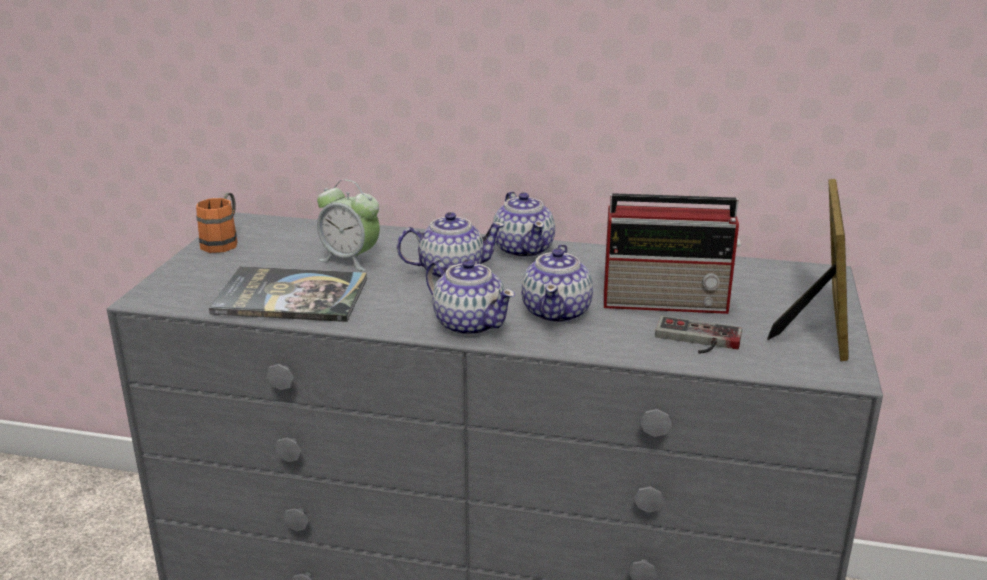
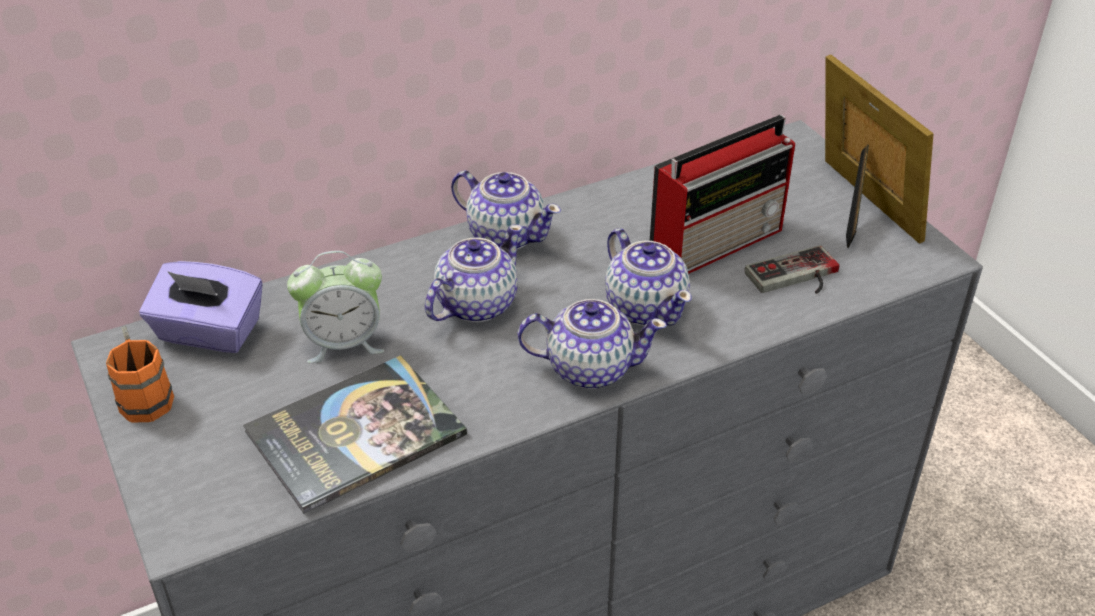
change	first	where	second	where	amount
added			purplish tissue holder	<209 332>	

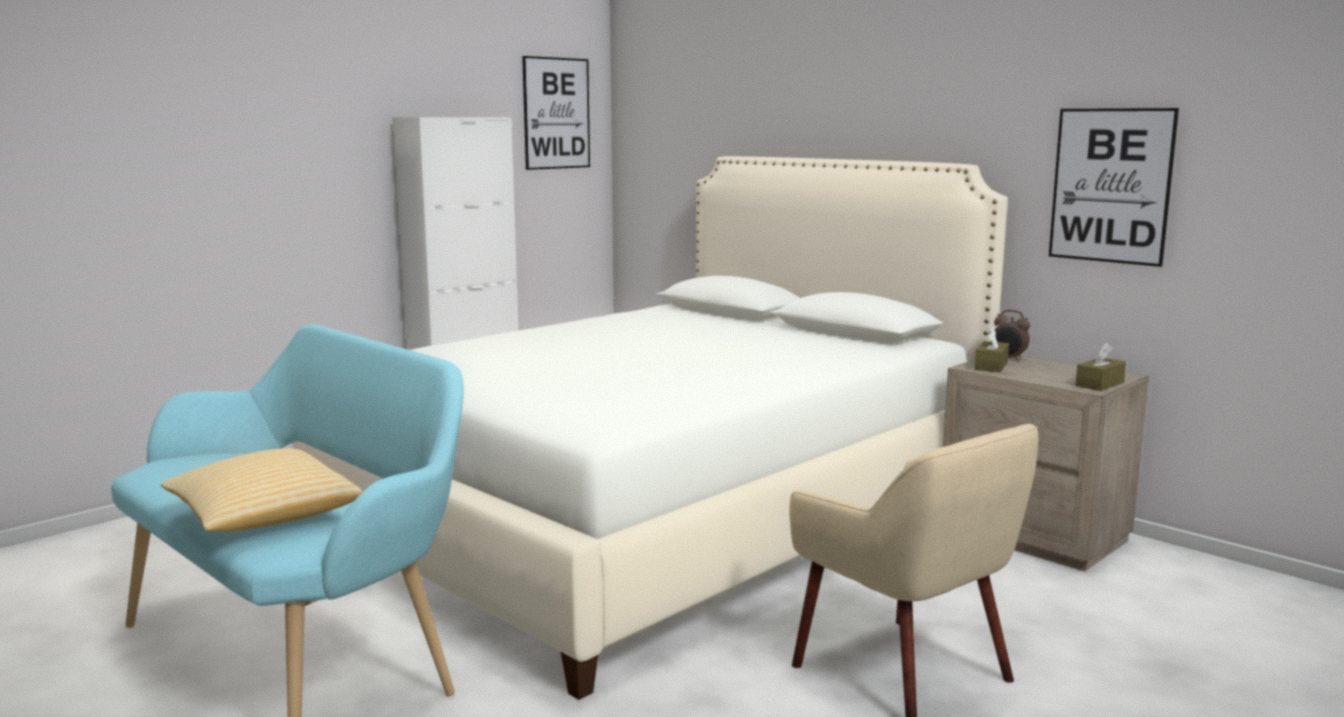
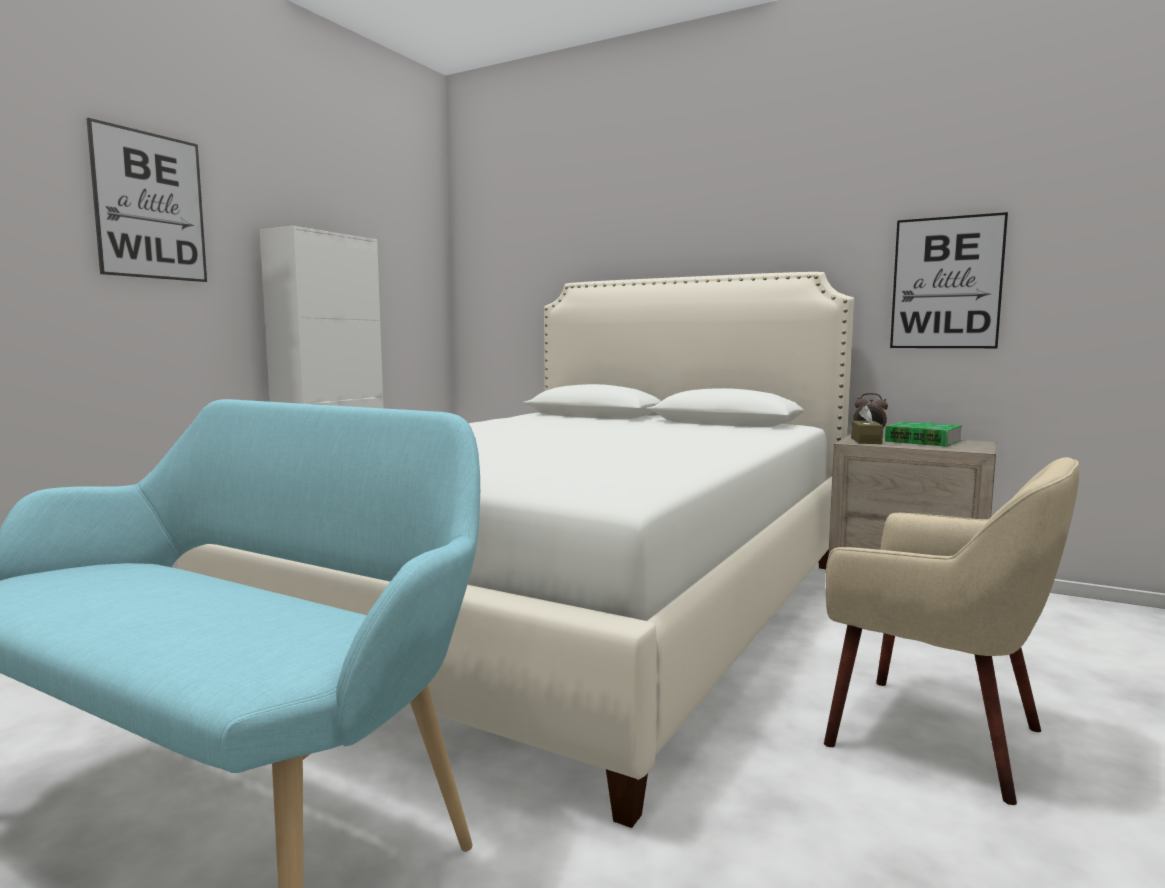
change	first	where	second	where	amount
removed	throw pillow	<263 518>			
removed	brownish tissue holder	<1099 384>			
added			bound book	<923 441>	
moved	picture	<556 113>		<150 206>	

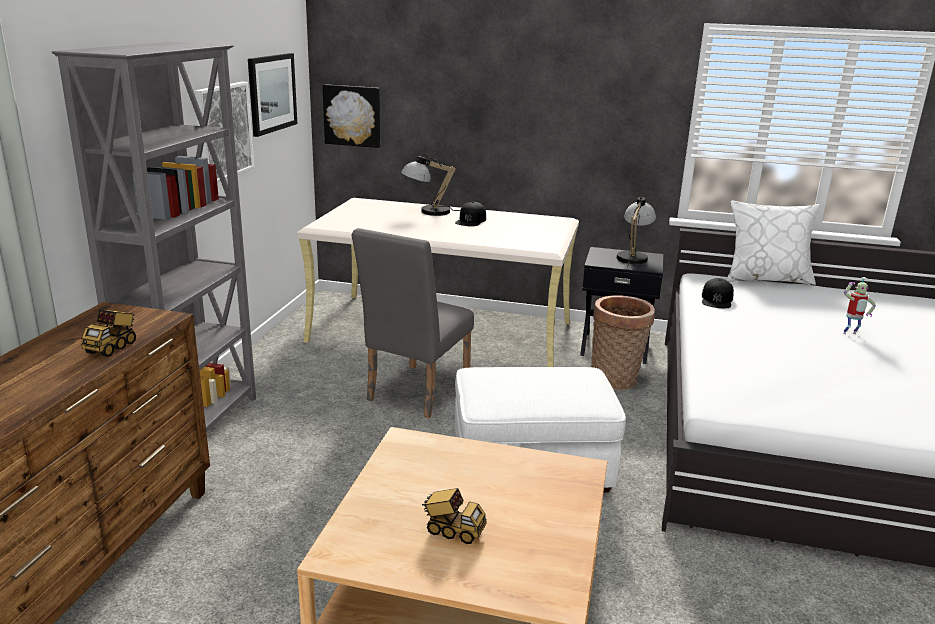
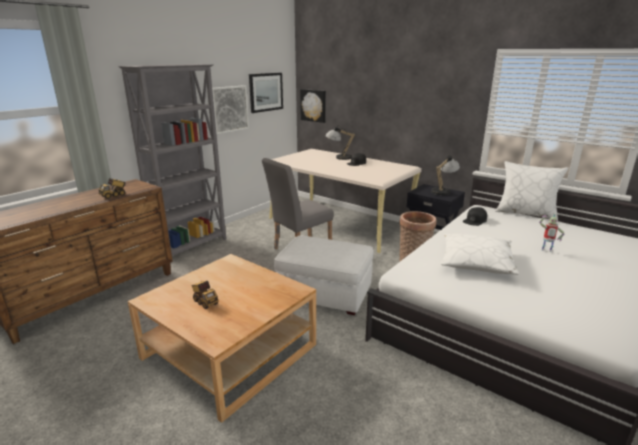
change	first	where	second	where	amount
added			whitish throw pillow	<476 262>	

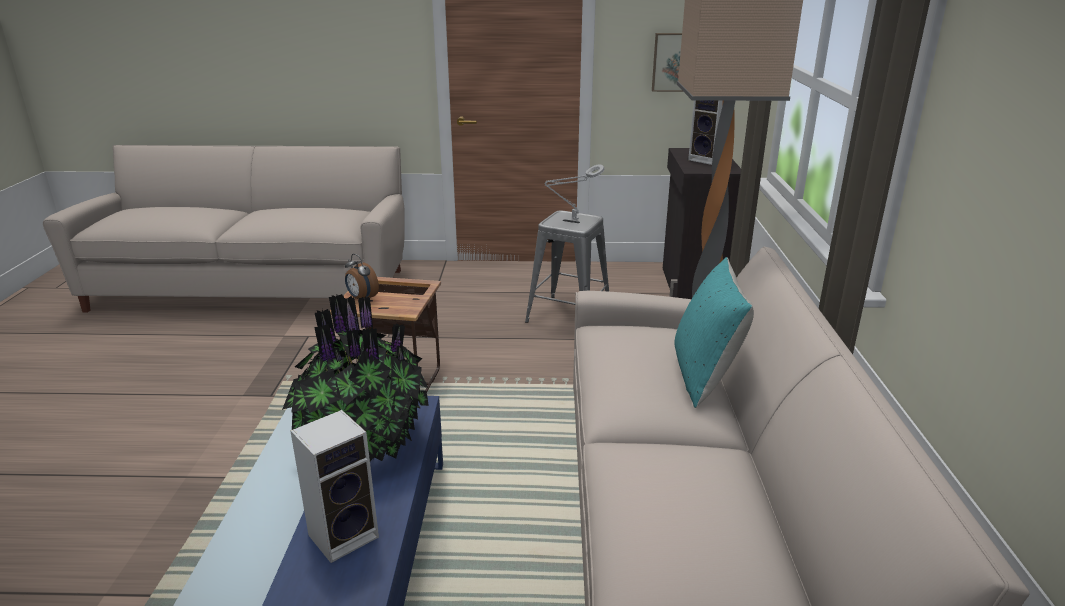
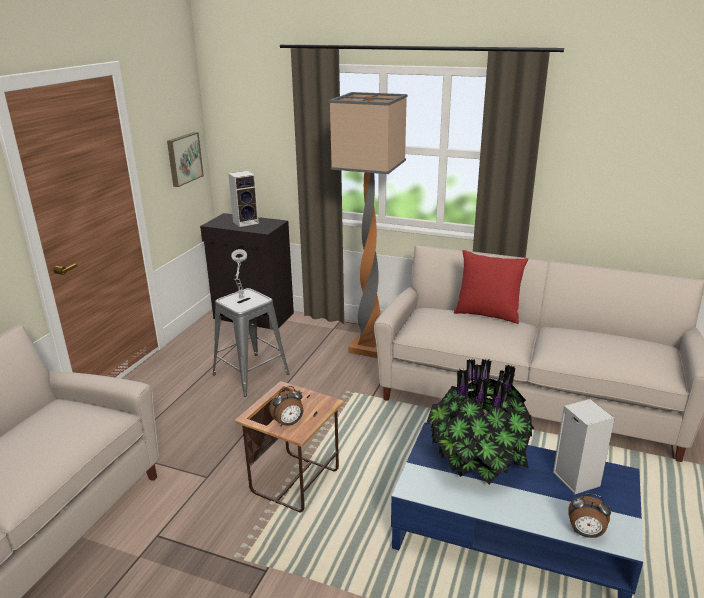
change	first	where	second	where	amount
added			alarm clock	<585 533>	
recoloured	turquoise-coloured throw pillow	<705 377>	red-coloured throw pillow	<487 314>	

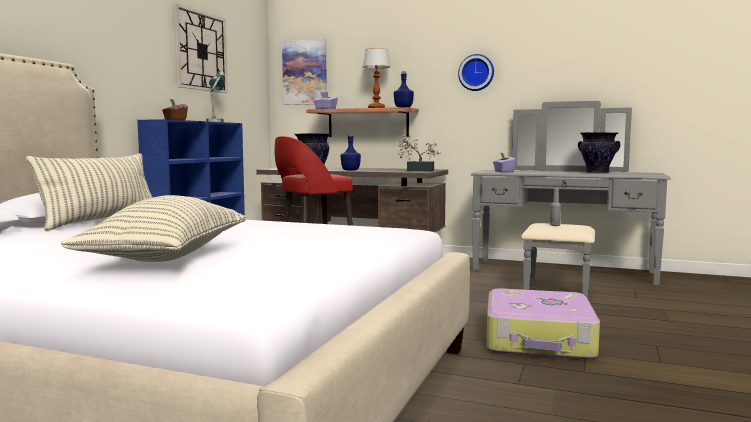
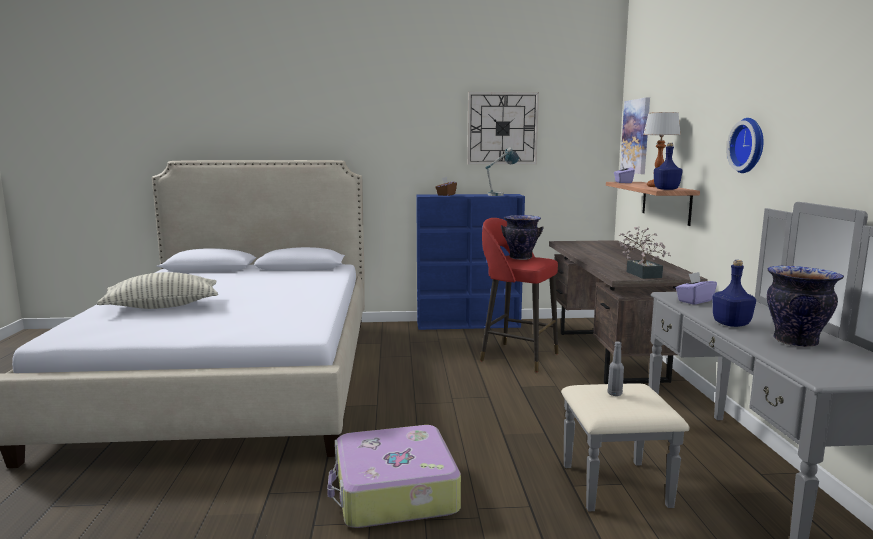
change	first	where	second	where	amount
removed	throw pillow	<101 221>			
moved	blue-coloured drink bottle	<350 170>		<730 324>	

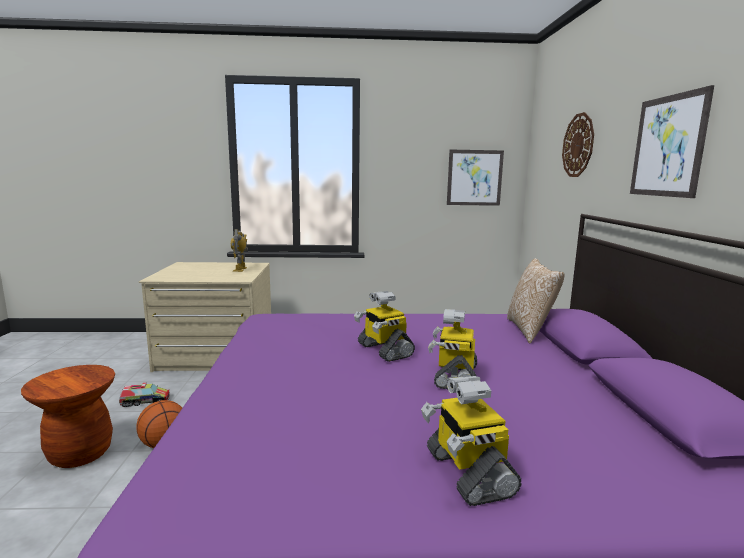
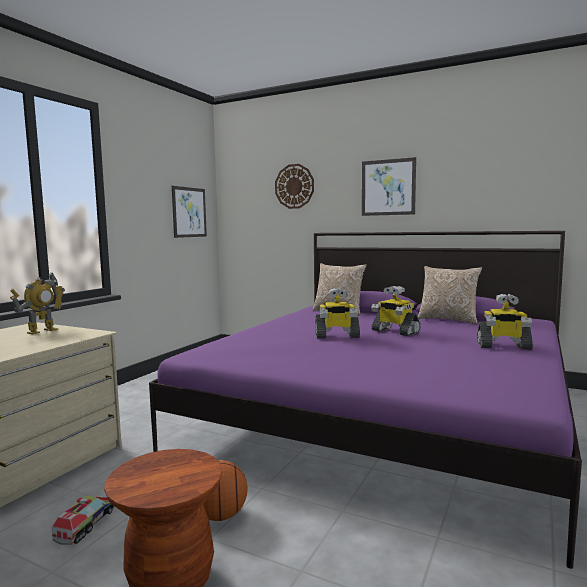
change	first	where	second	where	amount
added			throw pillow	<448 320>	
turned	robot figure	<240 269>		<42 331>	90 degrees counterclockwise

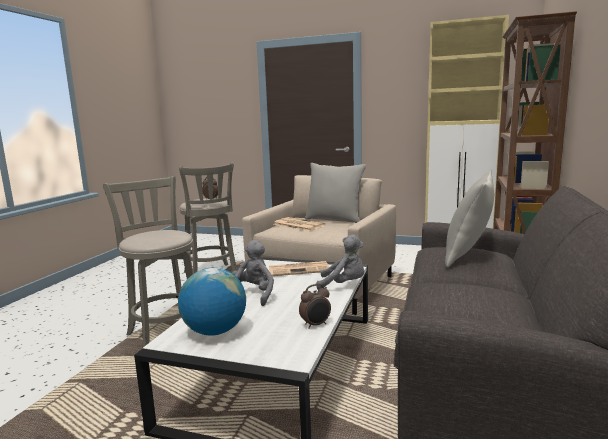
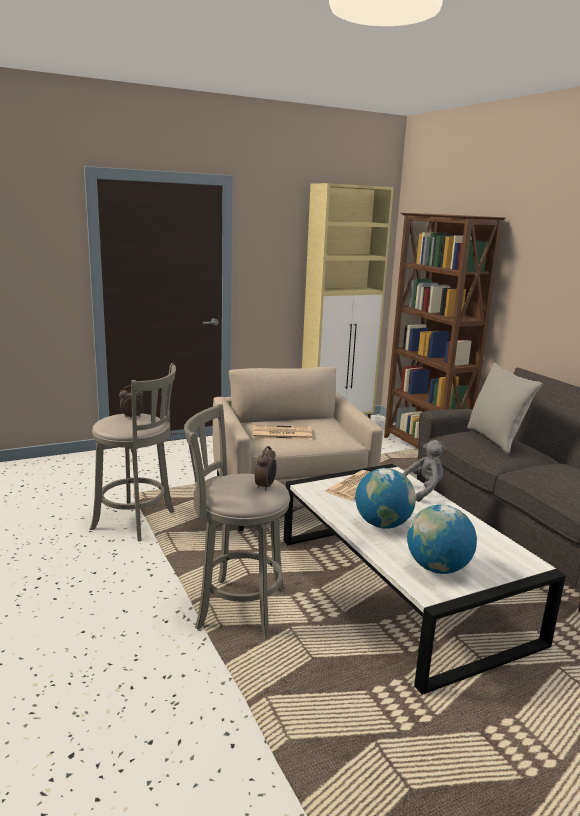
change	first	where	second	where	amount
removed	gray throw pillow	<334 220>			
moved	alarm clock	<316 325>		<265 487>	
replaced	gray soft toy	<253 295>	world globe	<383 524>	

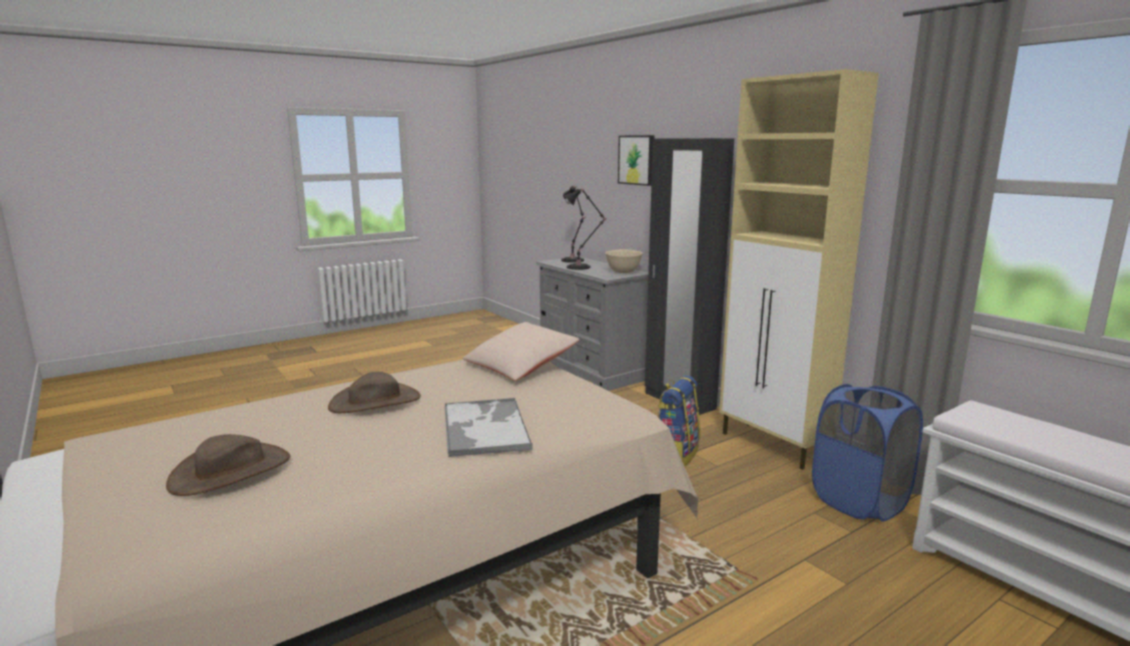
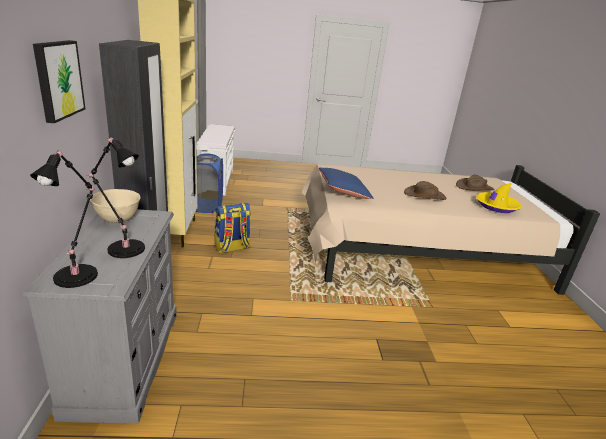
change	first	where	second	where	amount
removed	serving tray	<485 427>			
added			yellow-coloured clothing hat	<496 206>	
recoloured	beige throw pillow	<520 366>	blue-coloured throw pillow	<343 192>	

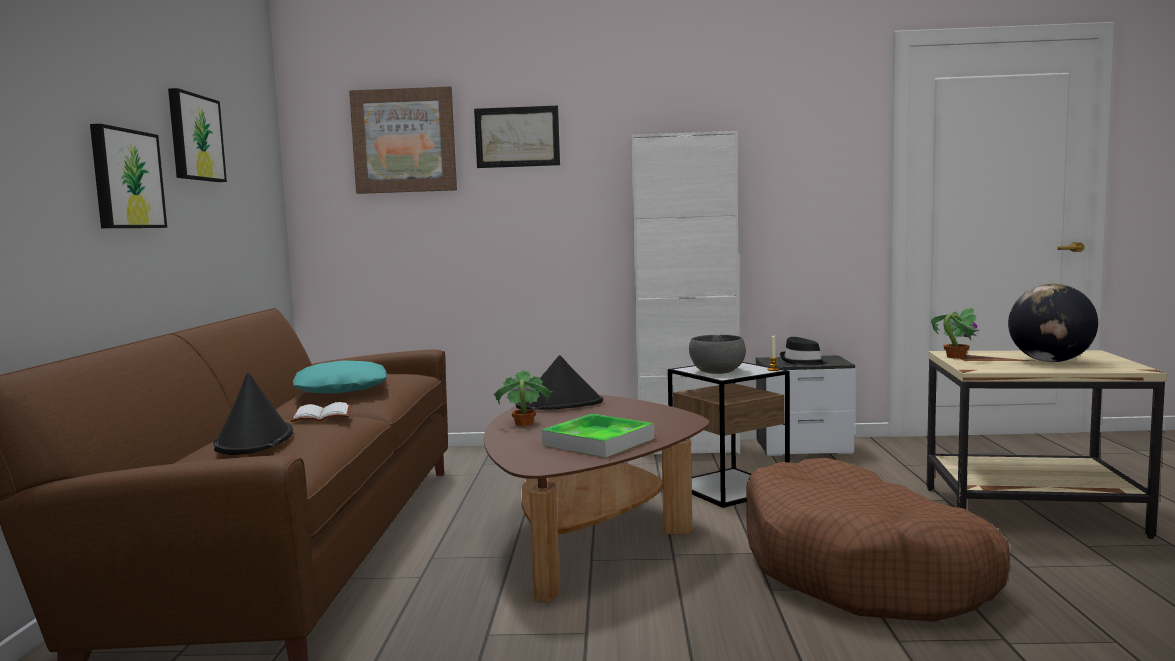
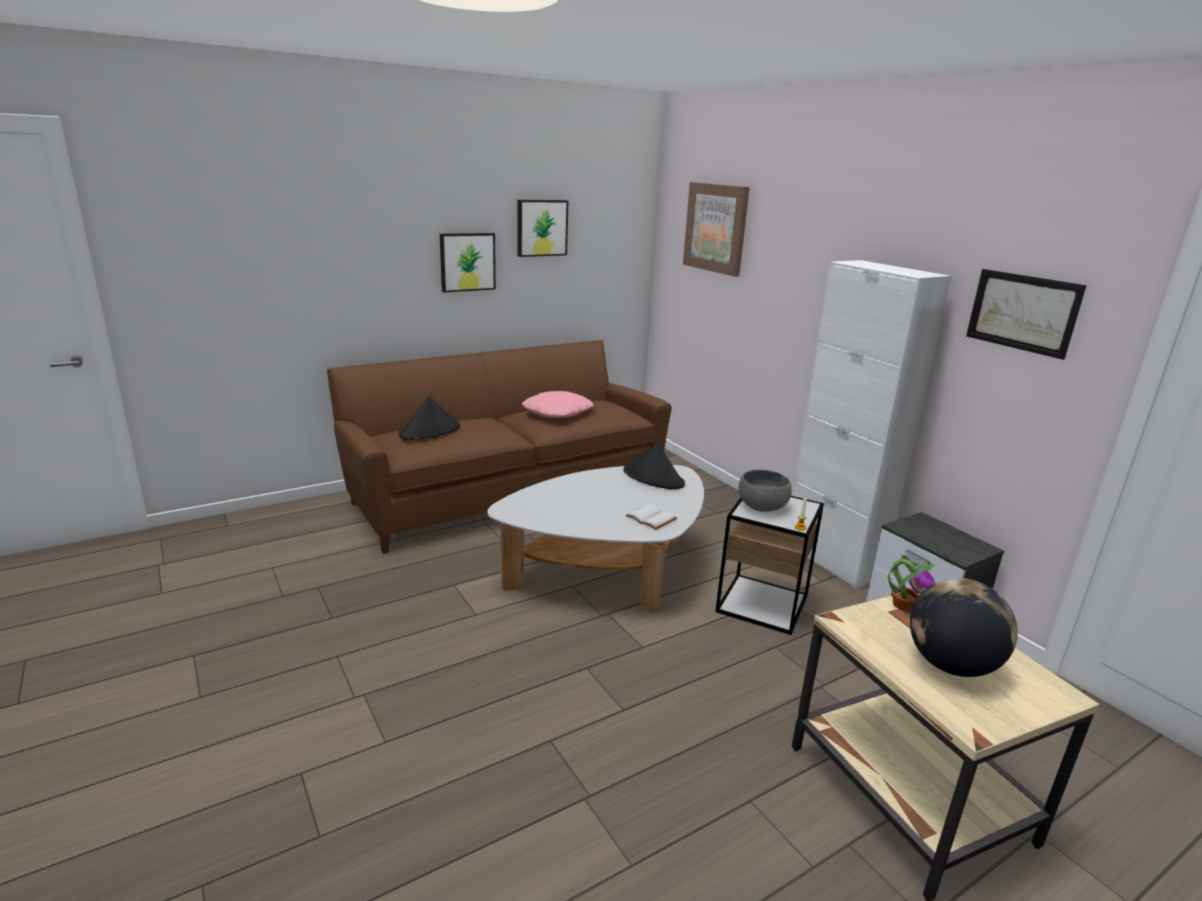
change	first	where	second	where	amount
removed	plant in a pot	<523 424>			
removed	serving tray	<598 442>			
removed	brownish pet bed	<862 570>			
removed	blackish clothing hat	<803 362>			
moved	whitish bound book	<323 415>		<652 518>	
moved	picture	<517 137>		<1022 312>	
recoloured	turquoise-coloured throw pillow	<340 389>	pink-coloured throw pillow	<557 412>	
recoloured	brownish lounge table	<588 535>	whitish lounge table	<608 572>	

